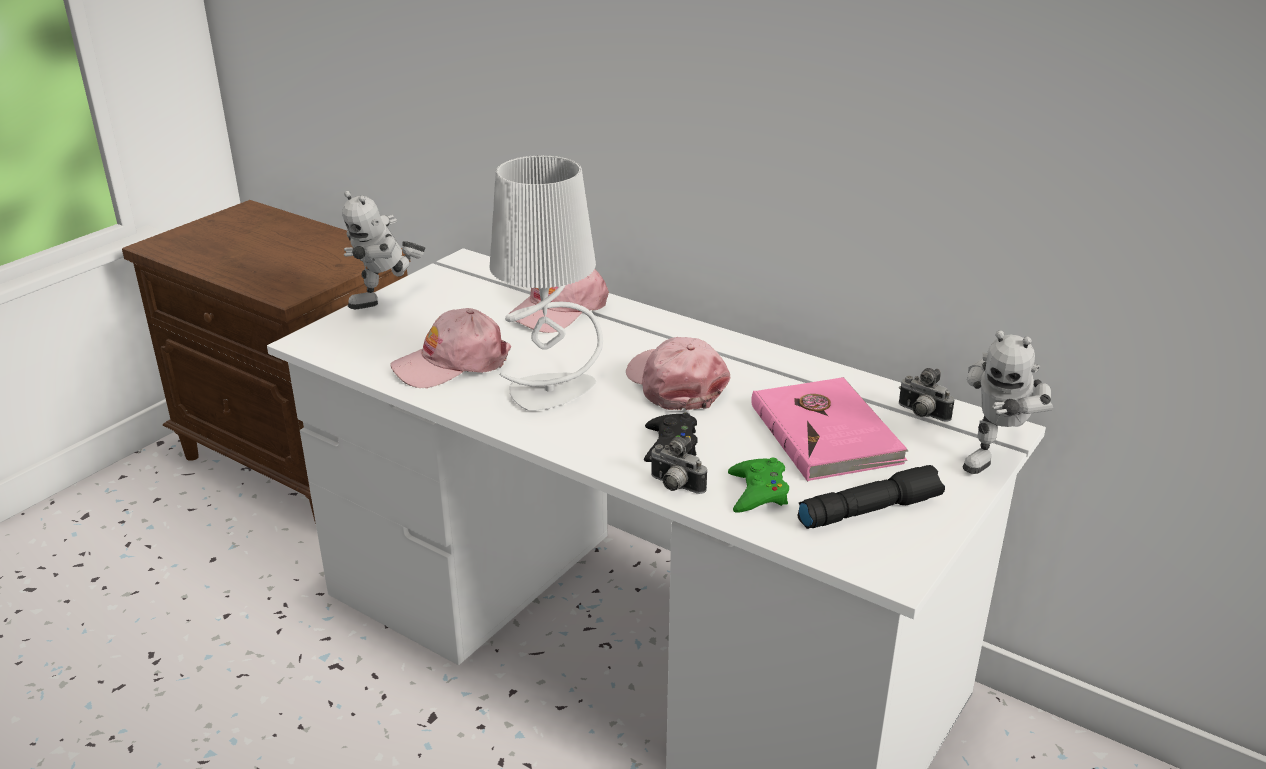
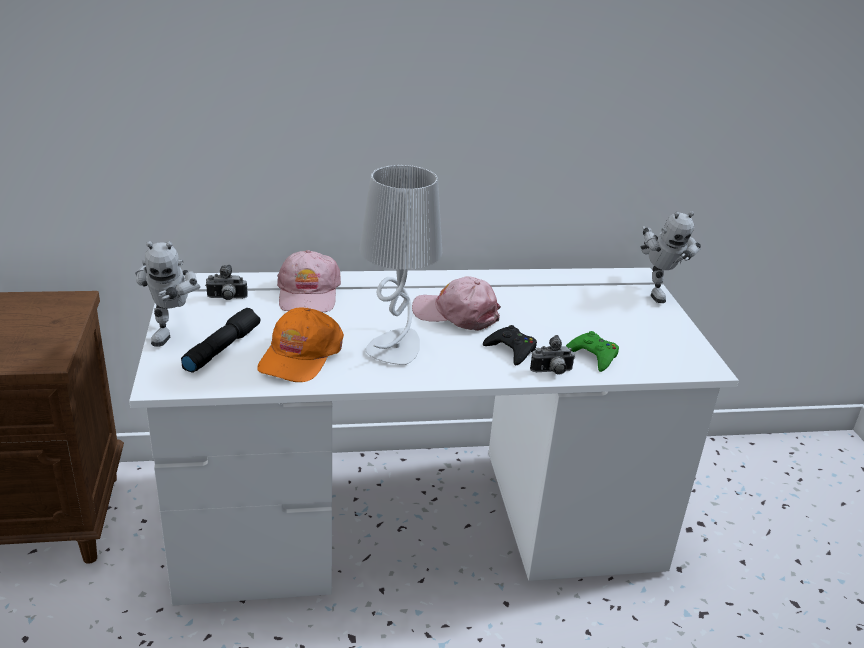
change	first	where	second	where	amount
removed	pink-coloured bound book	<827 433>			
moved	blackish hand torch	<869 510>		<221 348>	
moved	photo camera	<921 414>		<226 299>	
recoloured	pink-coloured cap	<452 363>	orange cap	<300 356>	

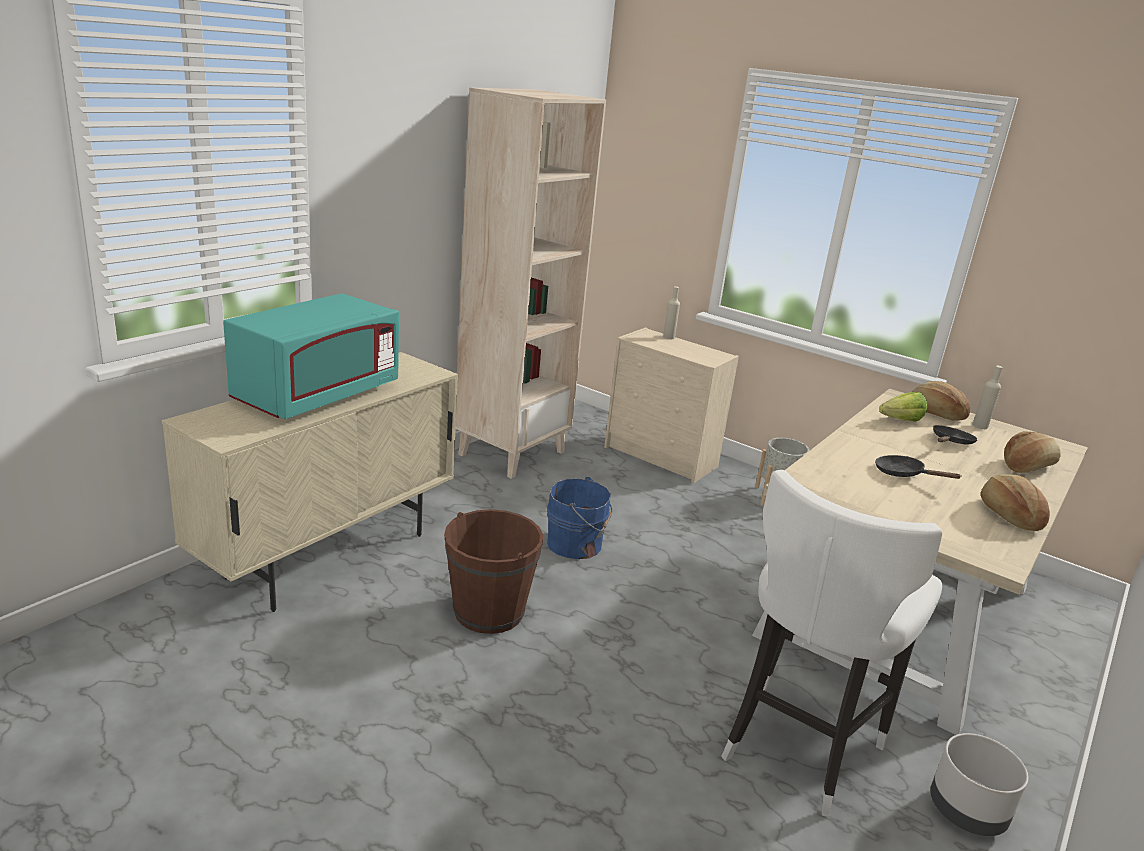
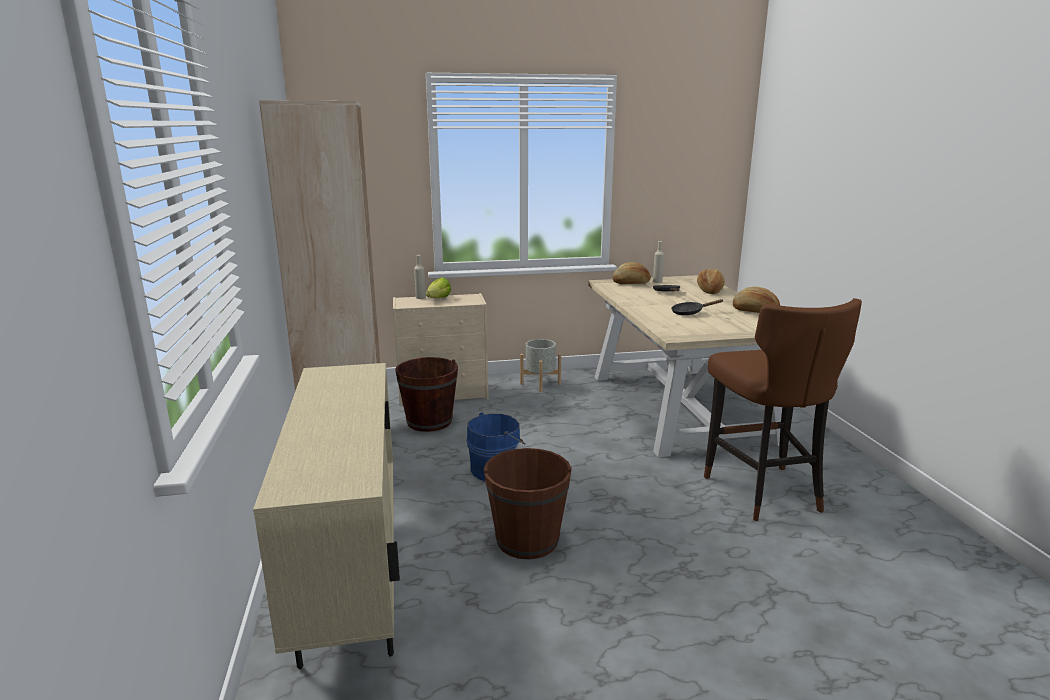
change	first	where	second	where	amount
removed	turquoise-coloured kitchen microwave	<317 395>			
removed	gray planter	<967 812>			
added			brownish bucket	<429 421>	
moved	lettuce	<896 421>		<436 300>	
recoloured	whitish sitting stool	<798 745>	brownish sitting stool	<762 491>	

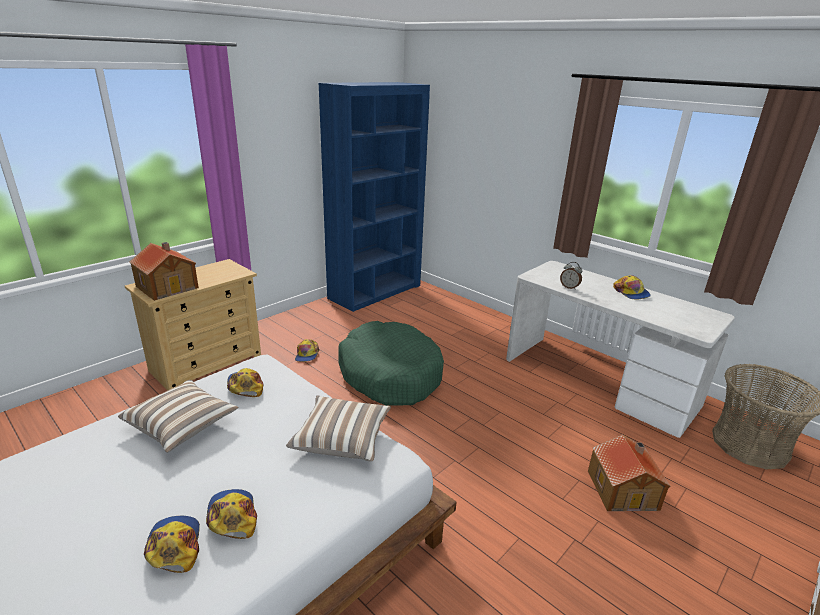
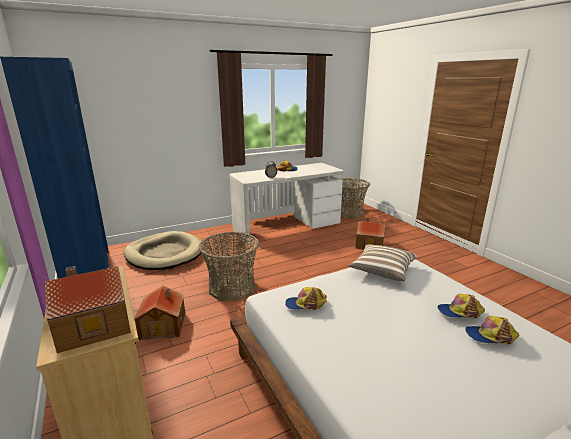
change	first	where	second	where	amount
removed	throw pillow	<182 426>			
added			beige pet bed	<164 254>	
replaced	cap	<307 354>	model house	<164 325>	
replaced	green pet bed	<390 374>	basket	<232 287>	

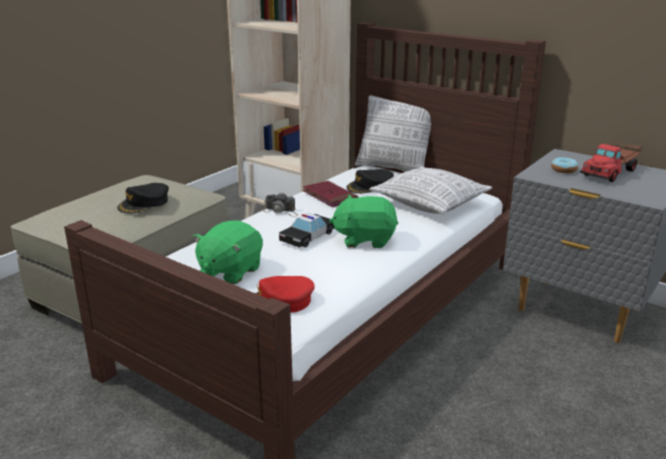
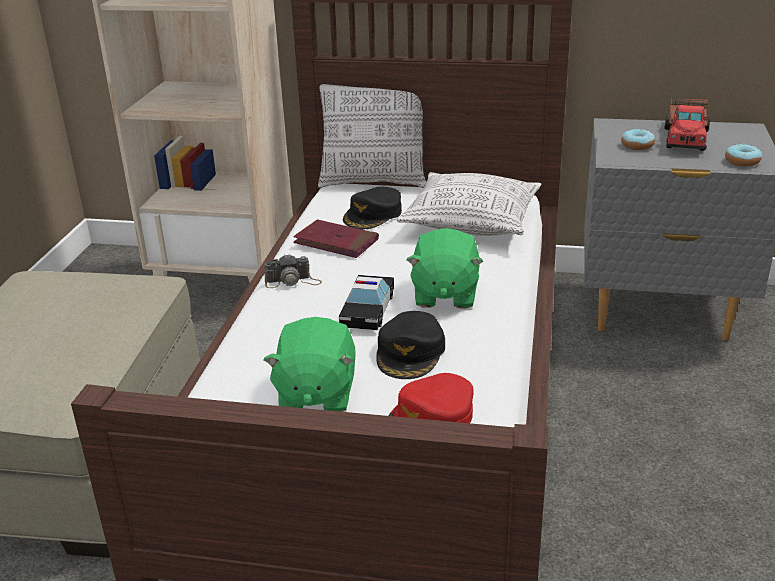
change	first	where	second	where	amount
added			doughnut	<742 162>	
moved	blackish cap	<144 203>		<411 352>	
turned	green soft toy	<365 239>		<444 294>	60 degrees counterclockwise

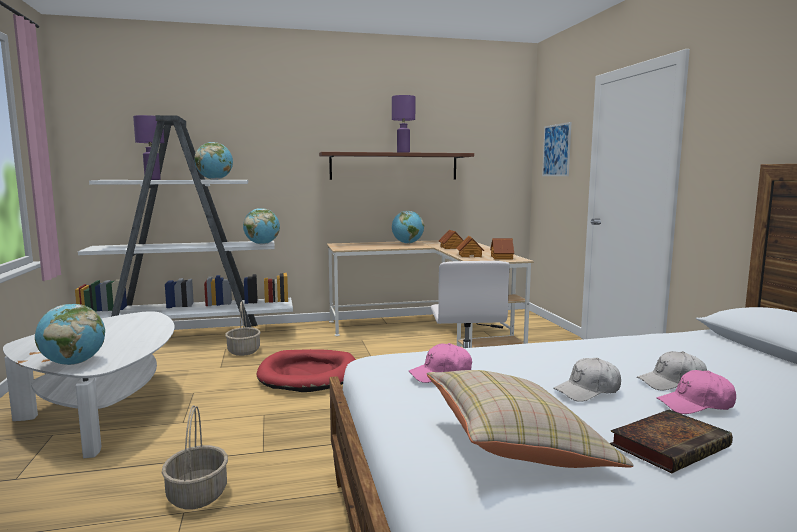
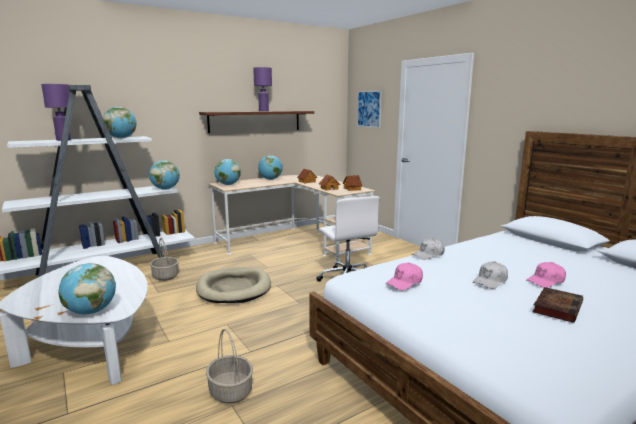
change	first	where	second	where	amount
removed	beige throw pillow	<516 447>			
added			world globe	<228 184>	
moved	whitish cap	<672 382>		<428 255>	
recoloured	red-coloured pet bed	<308 374>	beige pet bed	<234 288>	

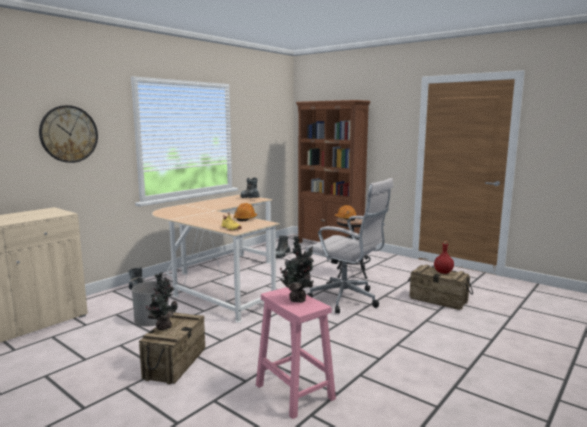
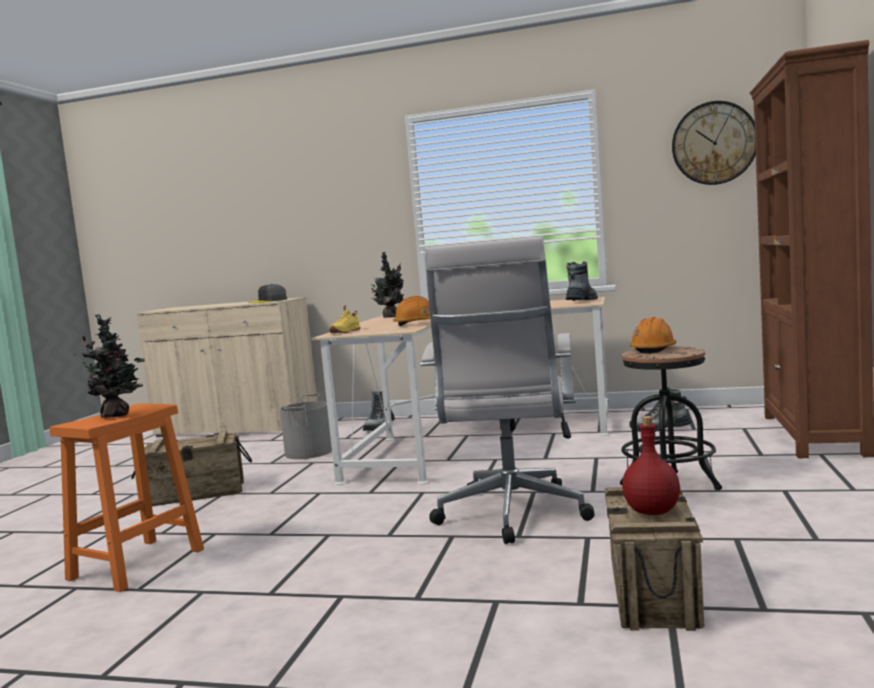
change	first	where	second	where	amount
added			gray cap	<268 301>	
moved	clock on the wall	<69 134>		<714 143>	
moved	plant in a pot	<162 327>		<391 317>	
recoloured	pink-coloured sitting stool	<295 392>	orange sitting stool	<135 565>	

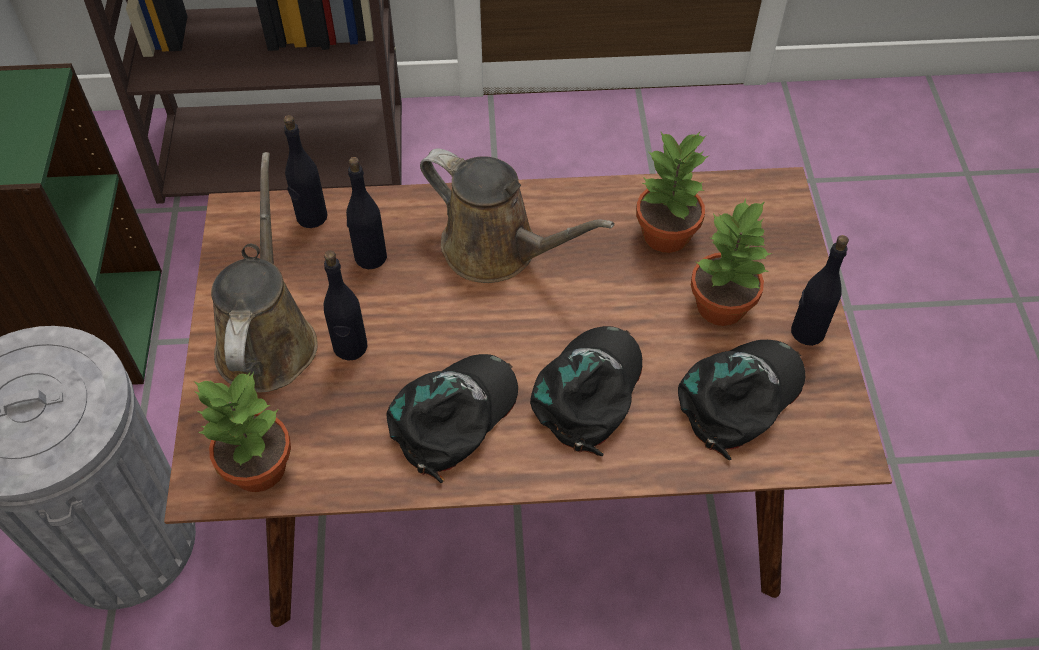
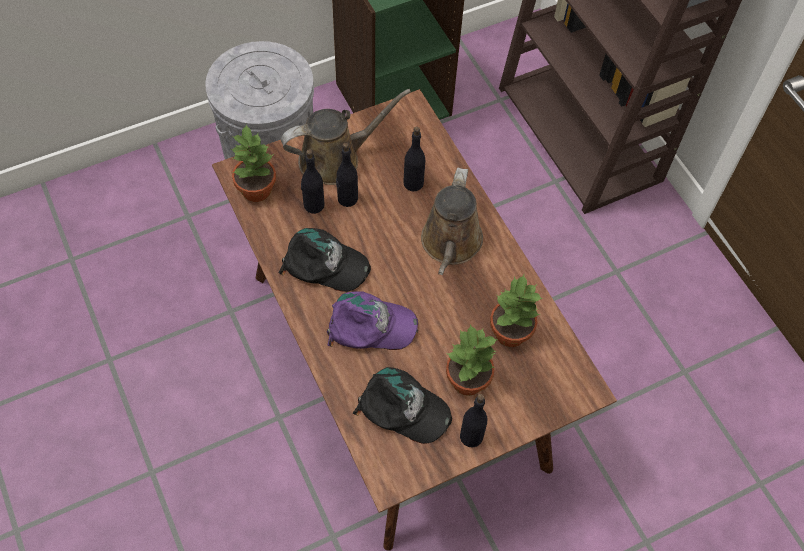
change	first	where	second	where	amount
moved	blackish drink bottle	<311 217>		<313 205>	
recoloured	blackish cap	<589 391>	purplish cap	<370 326>	

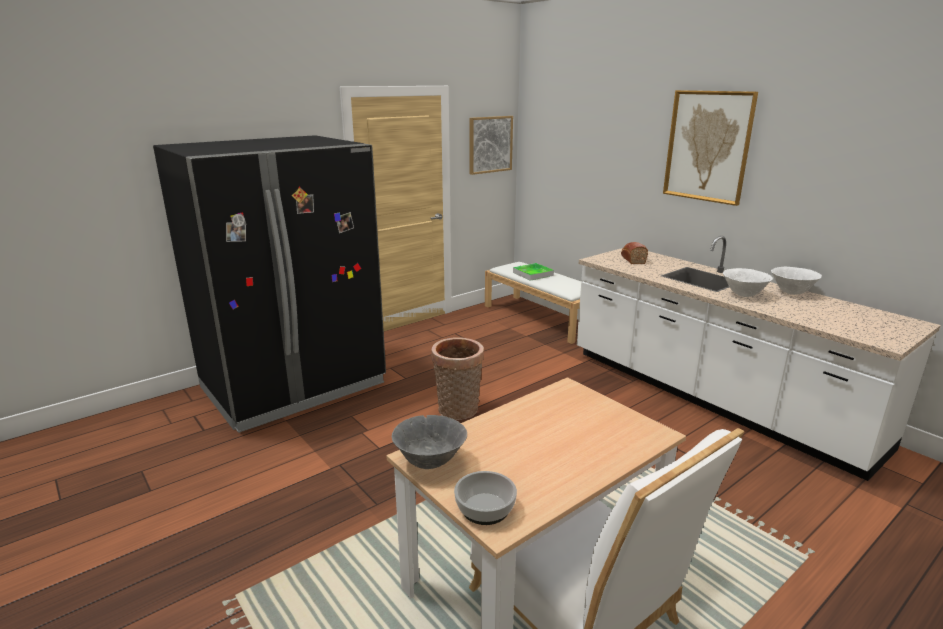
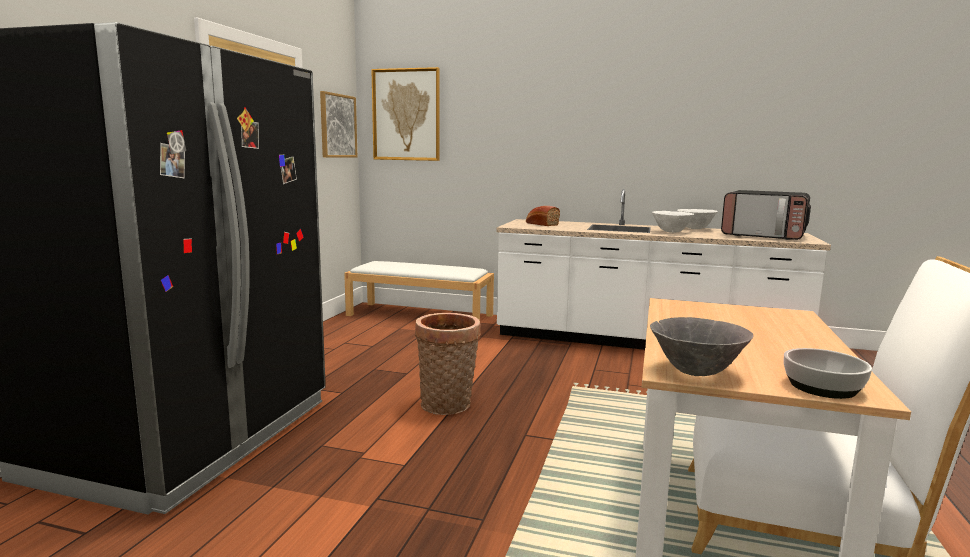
change	first	where	second	where	amount
removed	serving tray	<533 274>			
added			kitchen microwave	<764 236>	
moved	picture	<708 146>		<406 115>	

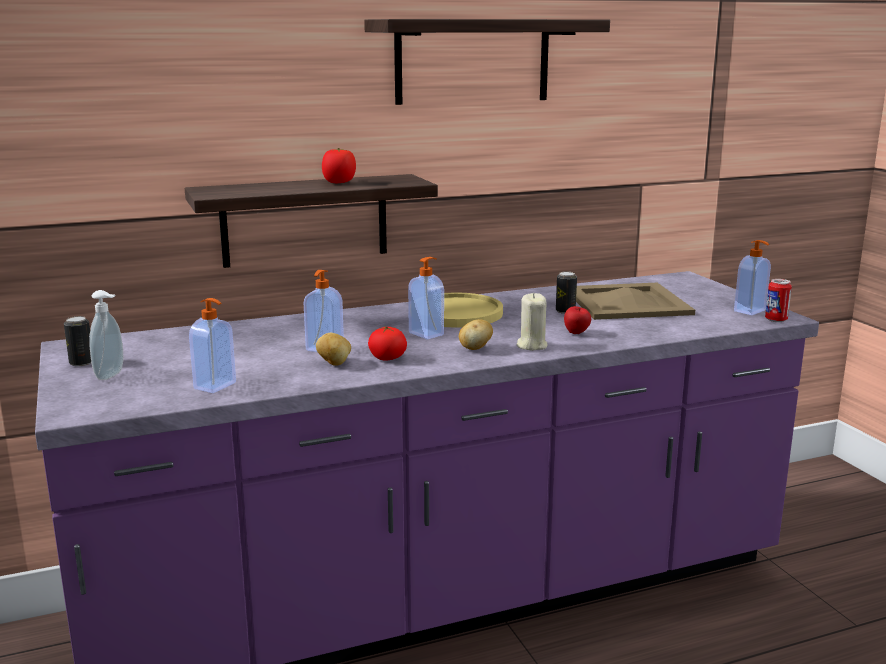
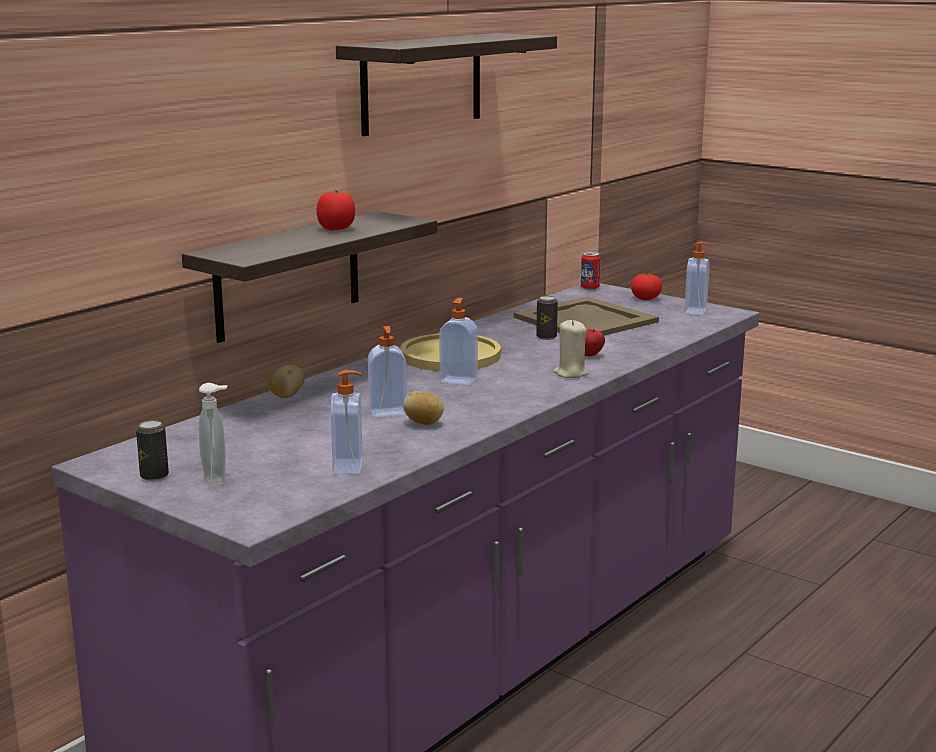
change	first	where	second	where	amount
moved	whole tomato	<388 358>		<646 299>	
moved	potato	<475 349>		<287 396>	
moved	can	<776 320>		<590 288>	

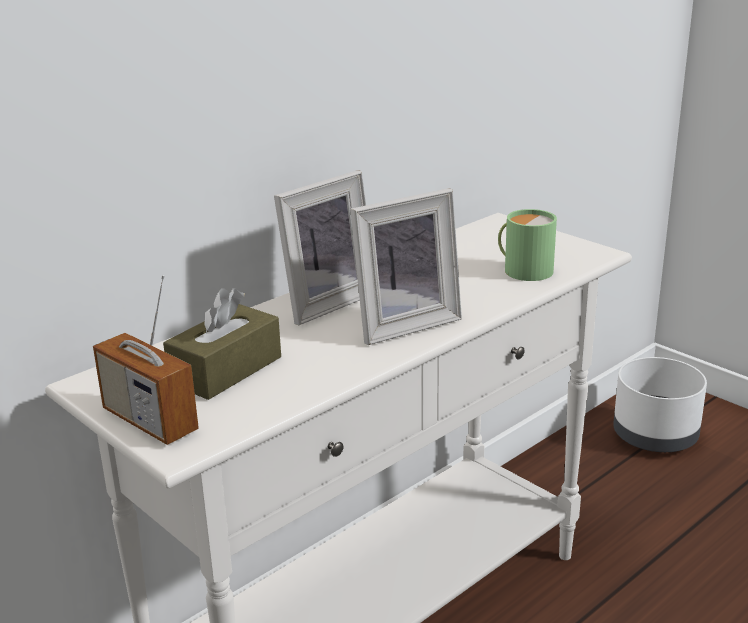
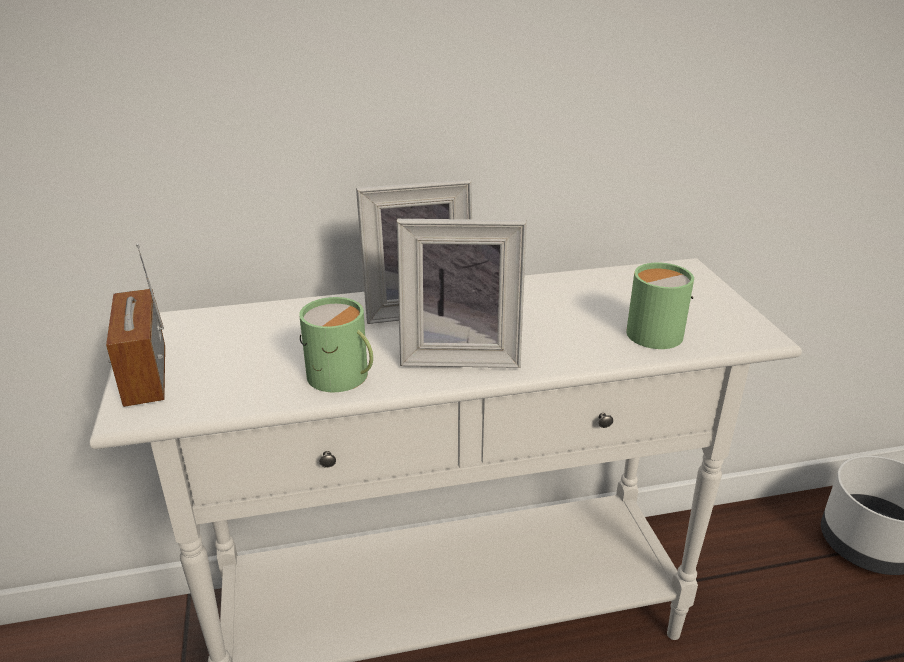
change	first	where	second	where	amount
removed	brownish tissue holder	<226 370>			
added			green tea mug	<342 377>	

